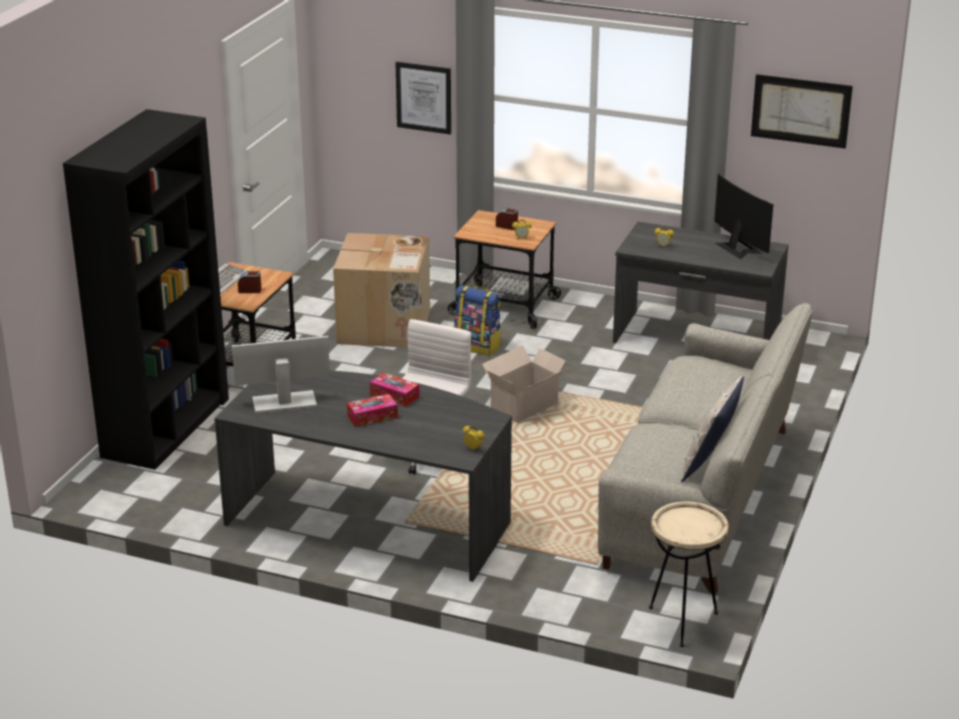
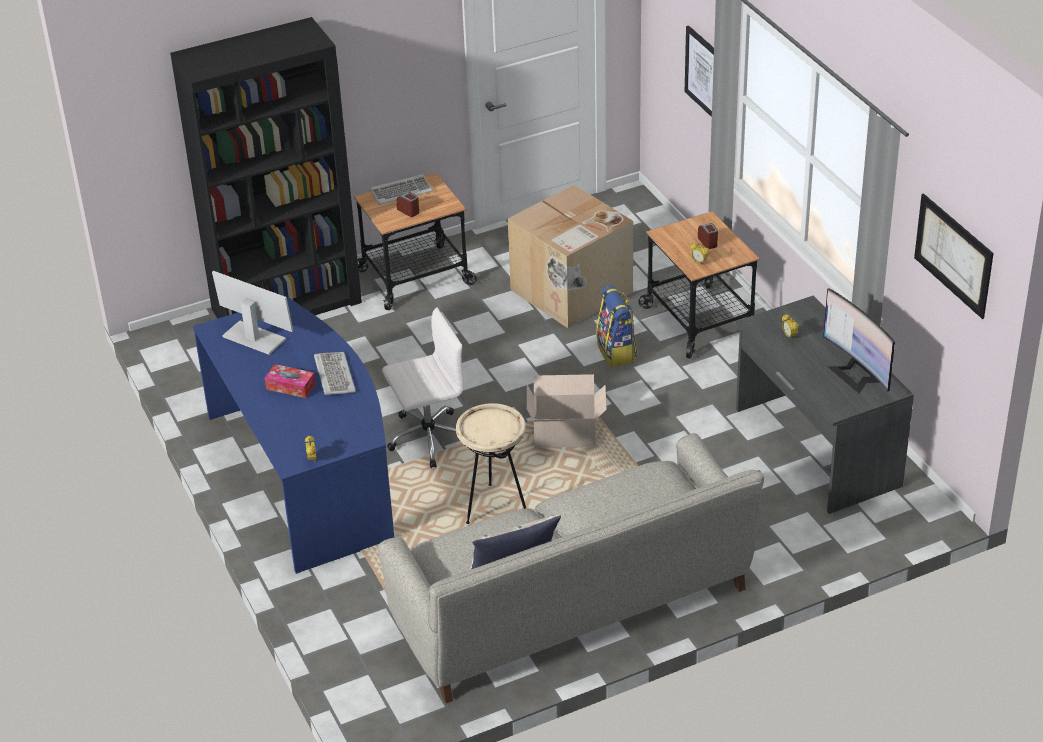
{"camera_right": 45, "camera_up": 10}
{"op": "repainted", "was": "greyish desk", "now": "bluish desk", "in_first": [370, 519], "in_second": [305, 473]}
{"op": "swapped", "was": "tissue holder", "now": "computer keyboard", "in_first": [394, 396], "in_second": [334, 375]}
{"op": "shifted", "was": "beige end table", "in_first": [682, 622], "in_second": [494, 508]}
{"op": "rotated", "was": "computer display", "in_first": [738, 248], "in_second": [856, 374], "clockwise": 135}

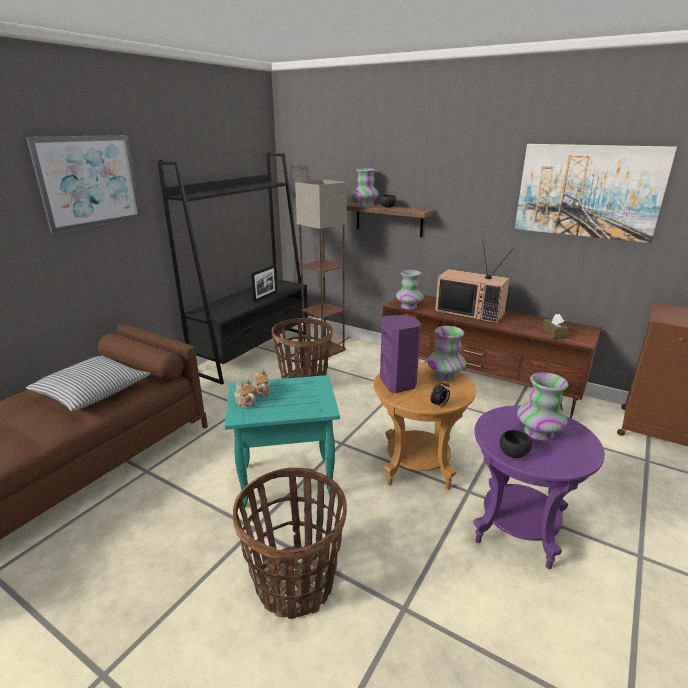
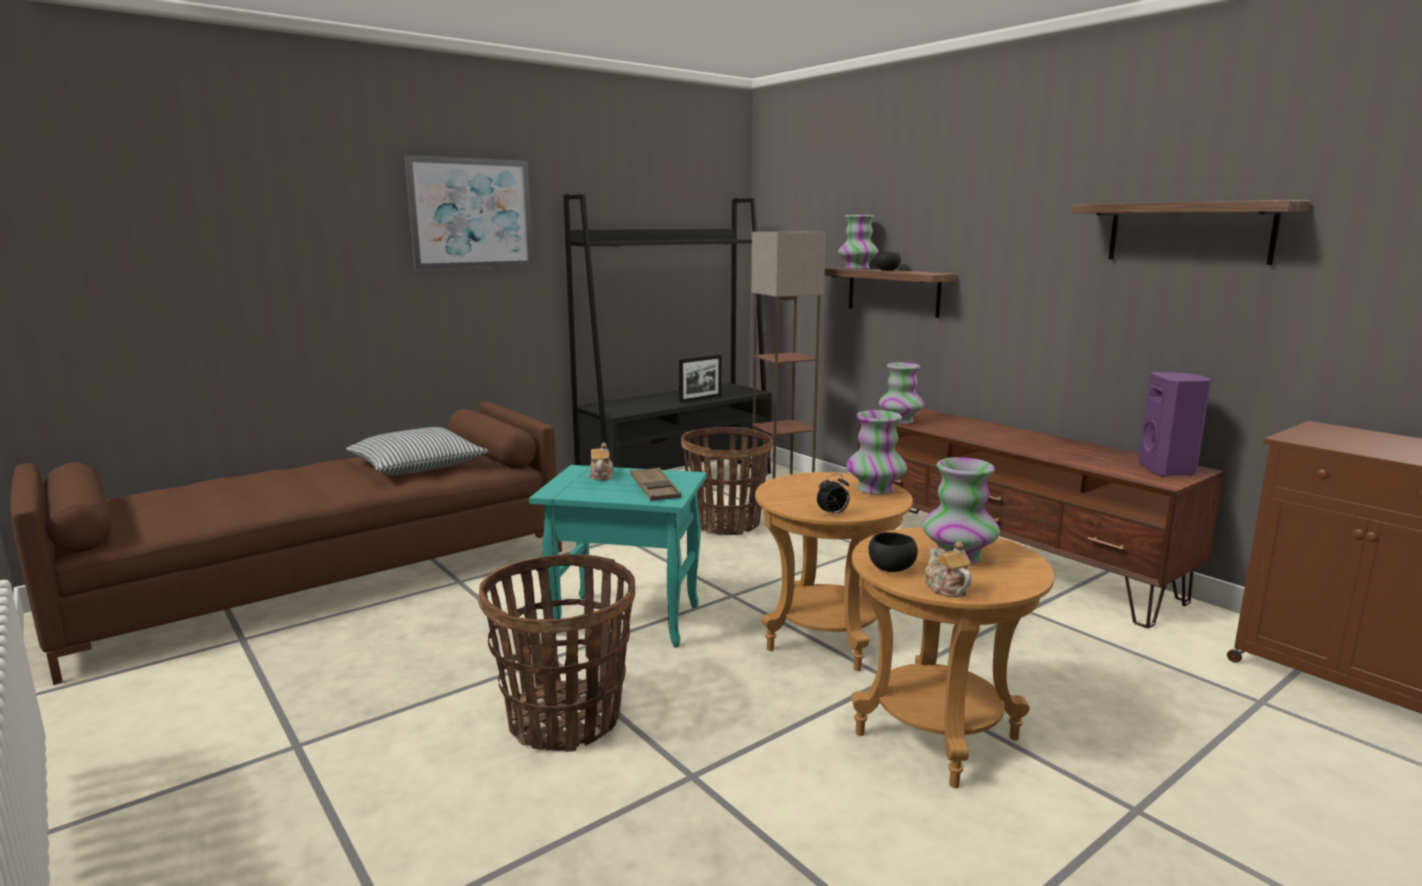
{"camera_right": 20, "camera_up": -10}
{"op": "shifted", "was": "teapot", "in_first": [245, 402], "in_second": [945, 588]}
{"op": "shifted", "was": "purple audio speaker", "in_first": [399, 384], "in_second": [1168, 471]}
{"op": "gone", "was": "TV", "in_first": [471, 312]}
{"op": "repainted", "was": "purple end table", "now": "brown end table", "in_first": [518, 530], "in_second": [936, 735]}
{"op": "swapped", "was": "wall art", "now": "bracket shelf", "in_first": [588, 191], "in_second": [1189, 232]}
{"op": "gone", "was": "brown tissue holder", "in_first": [554, 333]}
{"op": "new", "now": "brown serving tray", "in_second": [655, 489]}

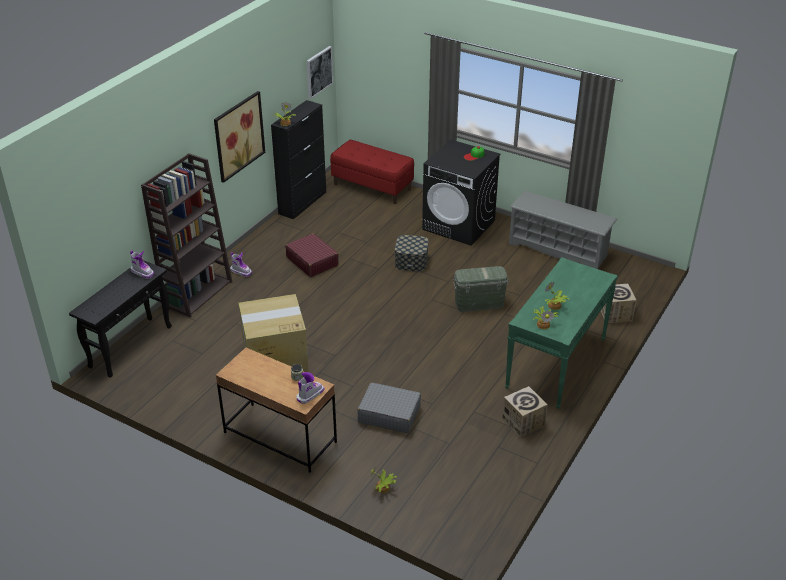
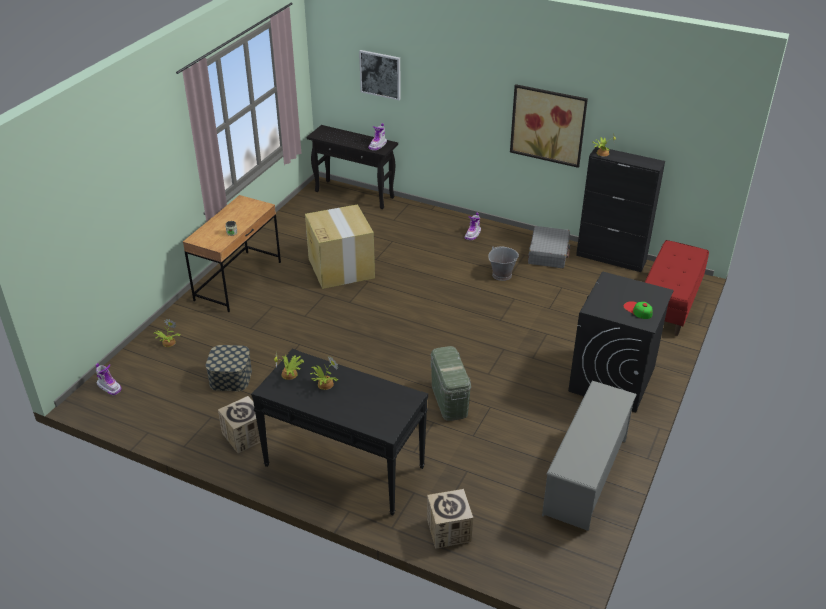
{"camera_right": 85, "camera_up": 0}
{"op": "gone", "was": "brown shelving unit", "in_first": [197, 293]}
{"op": "swapped", "was": "reddish suitcase", "now": "greyish water bucket", "in_first": [312, 261], "in_second": [501, 274]}
{"op": "shifted", "was": "boot", "in_first": [309, 395], "in_second": [109, 387]}
{"op": "shifted", "was": "wall art", "in_first": [318, 72], "in_second": [380, 74]}
{"op": "shifted", "was": "greyish suitcase", "in_first": [389, 414], "in_second": [548, 253]}
{"op": "shifted", "was": "storage container", "in_first": [411, 261], "in_second": [230, 377]}
{"op": "repainted", "was": "greenish narrow table", "now": "black-coloured narrow table", "in_first": [556, 363], "in_second": [343, 466]}

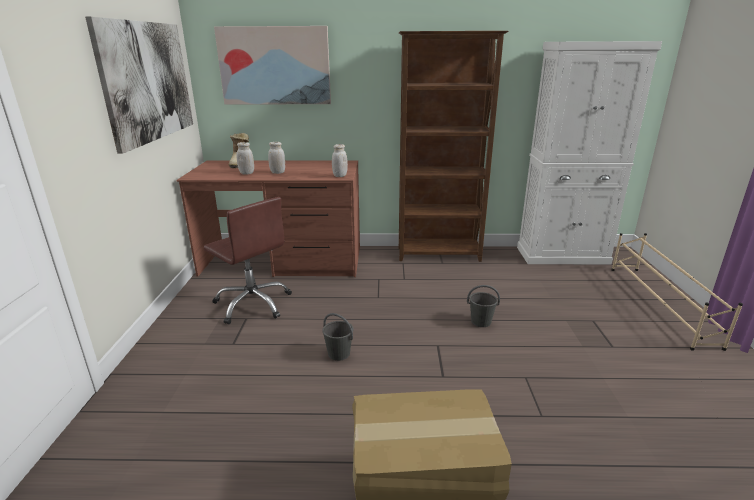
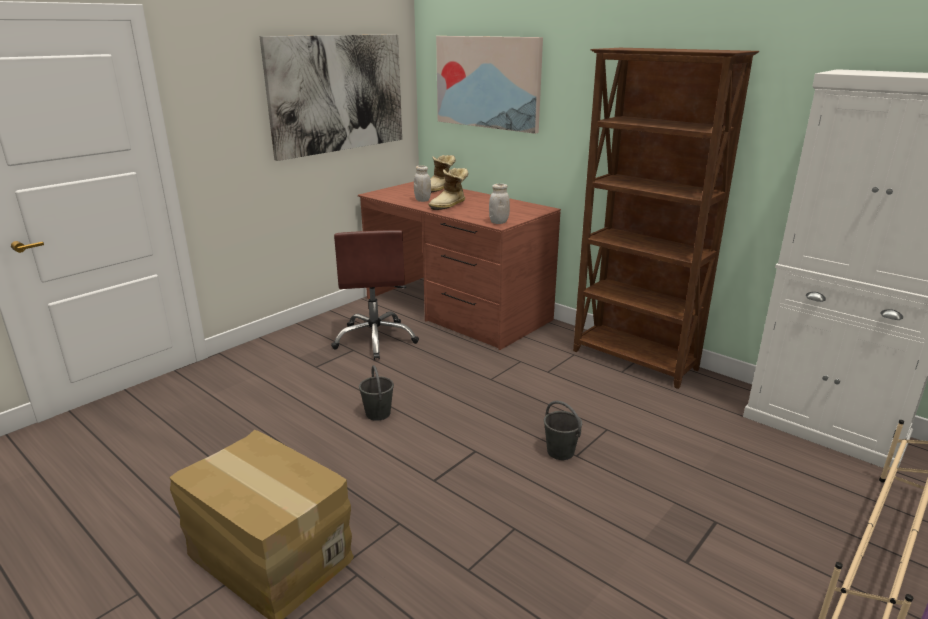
{"camera_right": 40, "camera_up": 0}
{"op": "swapped", "was": "white storage jar", "now": "boot", "in_first": [277, 172], "in_second": [449, 205]}

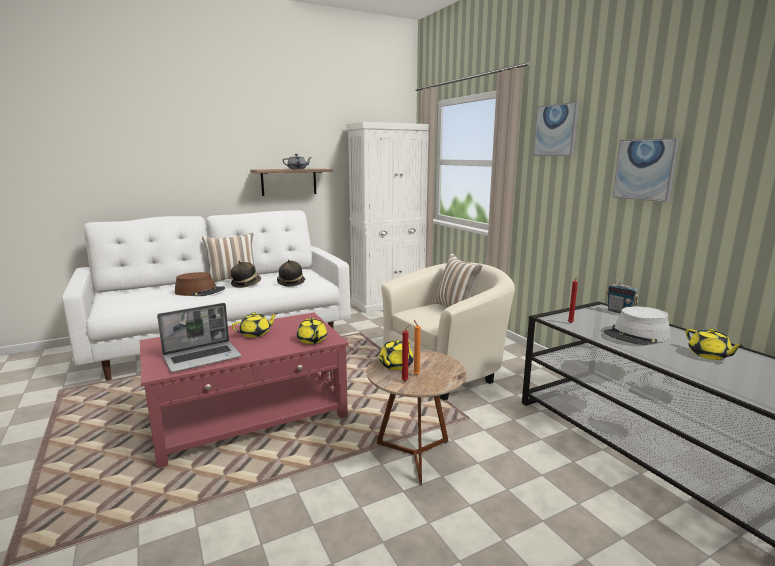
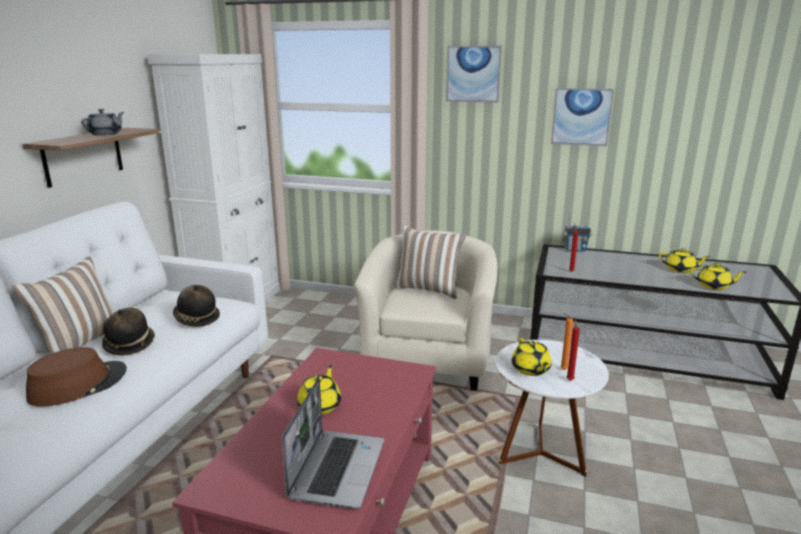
{"camera_right": -45, "camera_up": 5}
{"op": "shifted", "was": "yellowish teapot", "in_first": [312, 340], "in_second": [714, 286]}
{"op": "repainted", "was": "brown end table", "now": "white end table", "in_first": [414, 456], "in_second": [541, 455]}
{"op": "gone", "was": "greyish wearable hat", "in_first": [636, 335]}

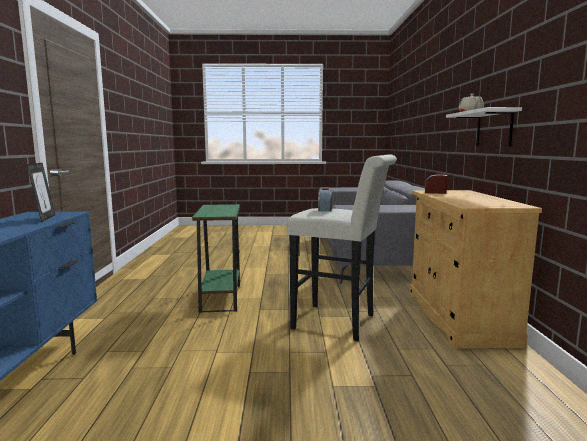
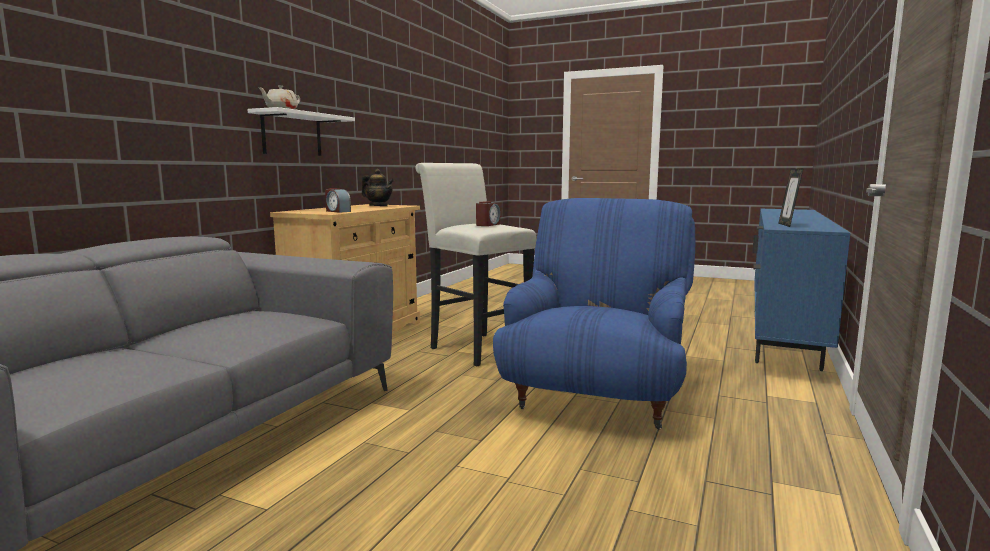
{"camera_right": -155, "camera_up": 0}
{"op": "swapped", "was": "greenish end table", "now": "bluish armchair", "in_first": [221, 298], "in_second": [596, 397]}
{"op": "new", "now": "teapot", "in_second": [378, 206]}

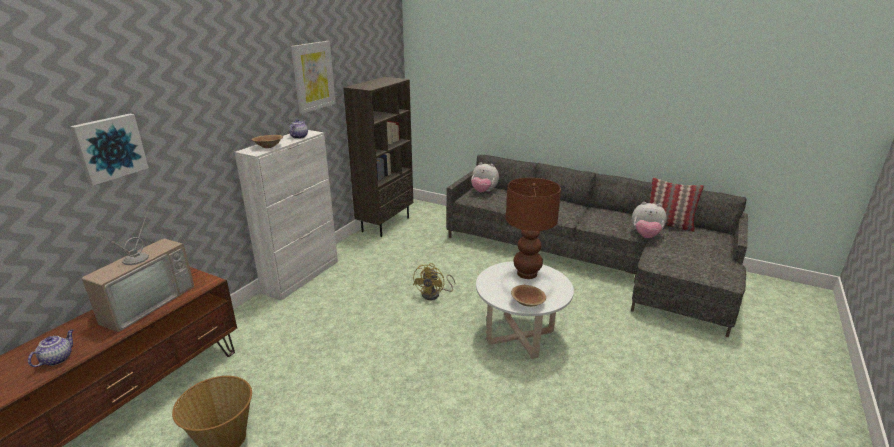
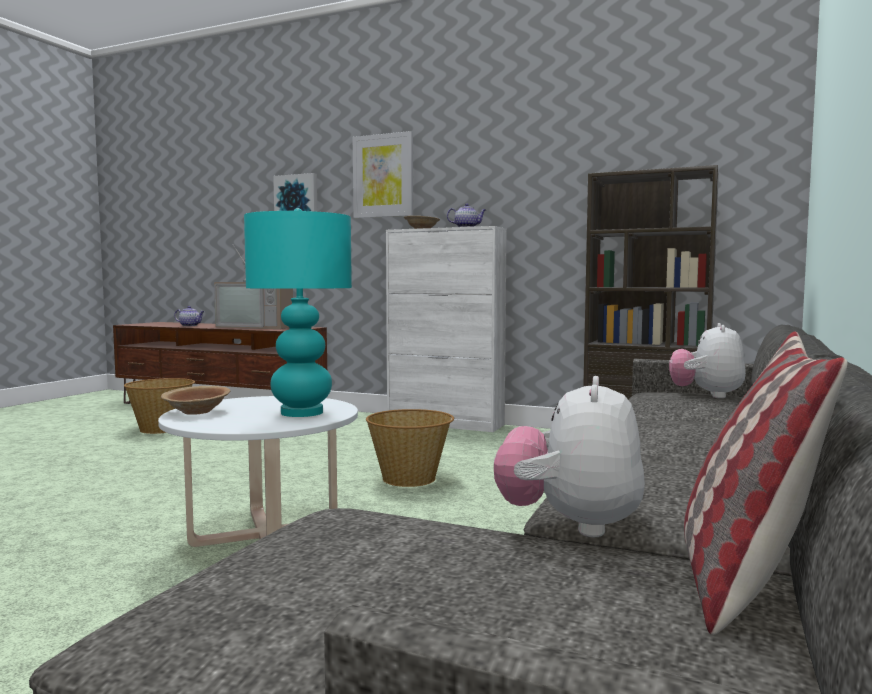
{"camera_right": 85, "camera_up": -20}
{"op": "shifted", "was": "wall art", "in_first": [313, 76], "in_second": [383, 176]}
{"op": "swapped", "was": "yellowish cooling fan", "now": "household basket", "in_first": [434, 294], "in_second": [410, 478]}
{"op": "repainted", "was": "brown lamp for a table", "now": "blue-green lamp for a table", "in_first": [527, 274], "in_second": [301, 413]}

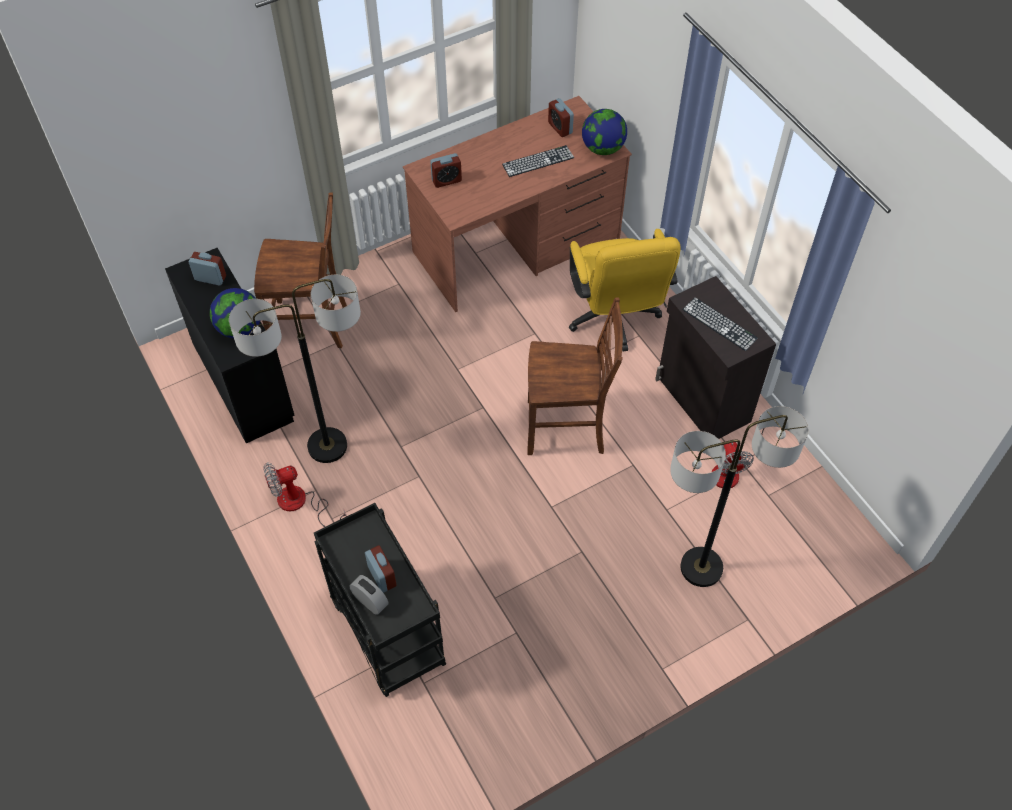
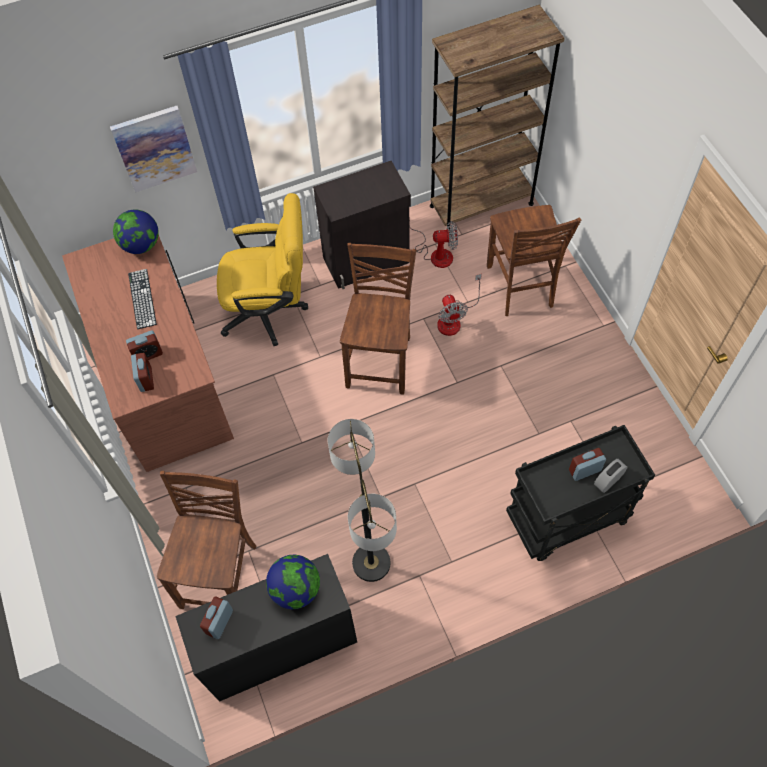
{"camera_right": -80, "camera_up": 5}
{"op": "shifted", "was": "cooling fan", "in_first": [300, 503], "in_second": [454, 319]}
{"op": "shifted", "was": "bedside clock", "in_first": [560, 128], "in_second": [148, 354]}
{"op": "swapped", "was": "standing lamp", "now": "brown upright chair", "in_first": [701, 567], "in_second": [520, 287]}
{"op": "gone", "was": "computer keyboard", "in_first": [719, 324]}
{"op": "new", "now": "wall art", "in_second": [154, 148]}
{"op": "new", "now": "brown shelving unit", "in_second": [481, 204]}

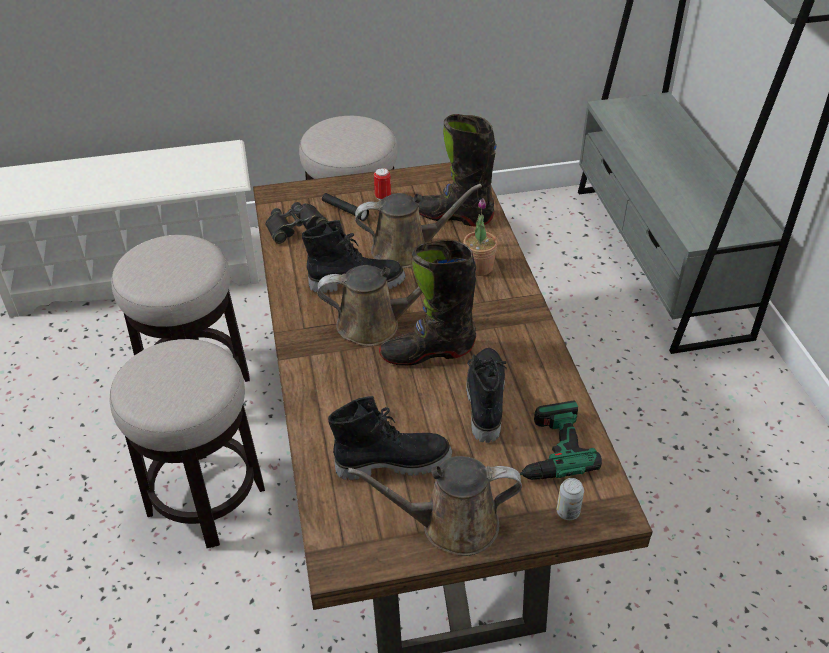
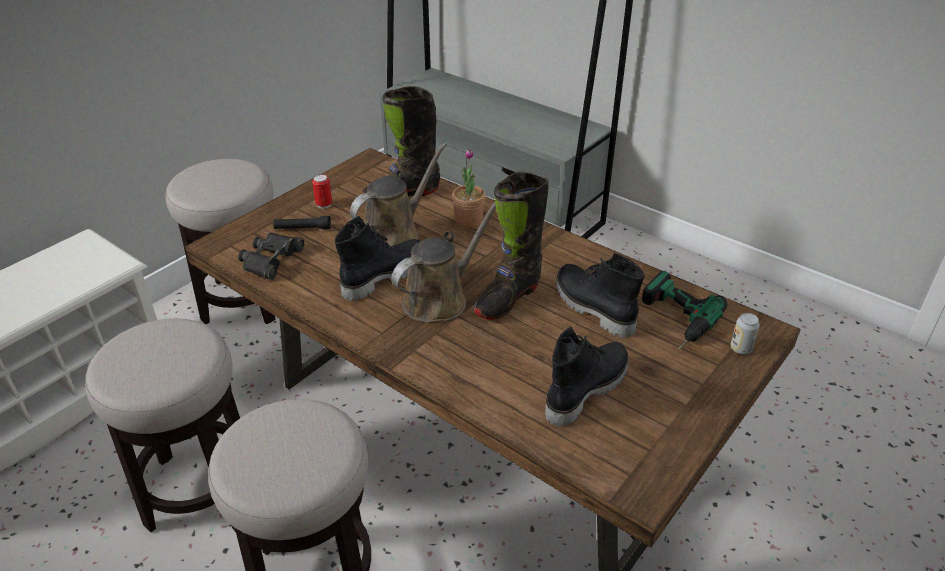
{"camera_right": -40, "camera_up": -5}
{"op": "gone", "was": "brown sprinkling can", "in_first": [451, 525]}

